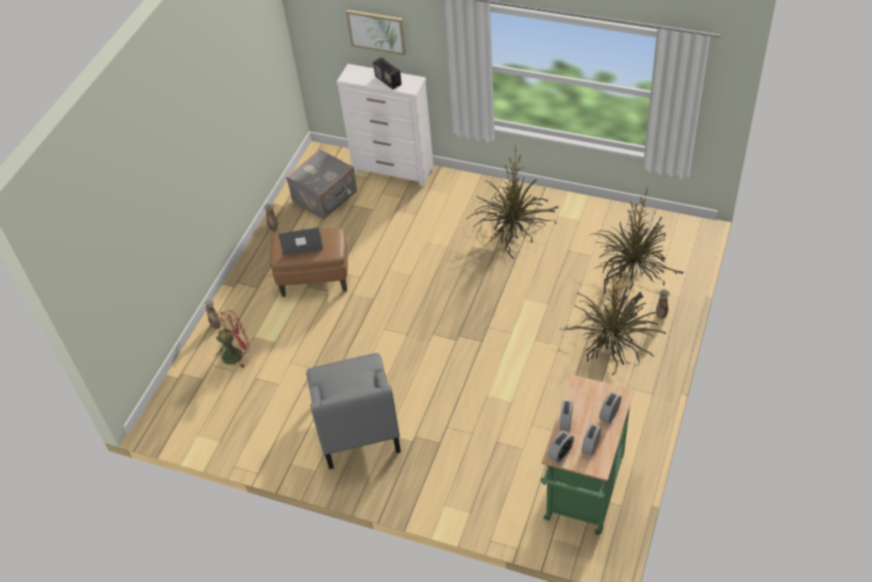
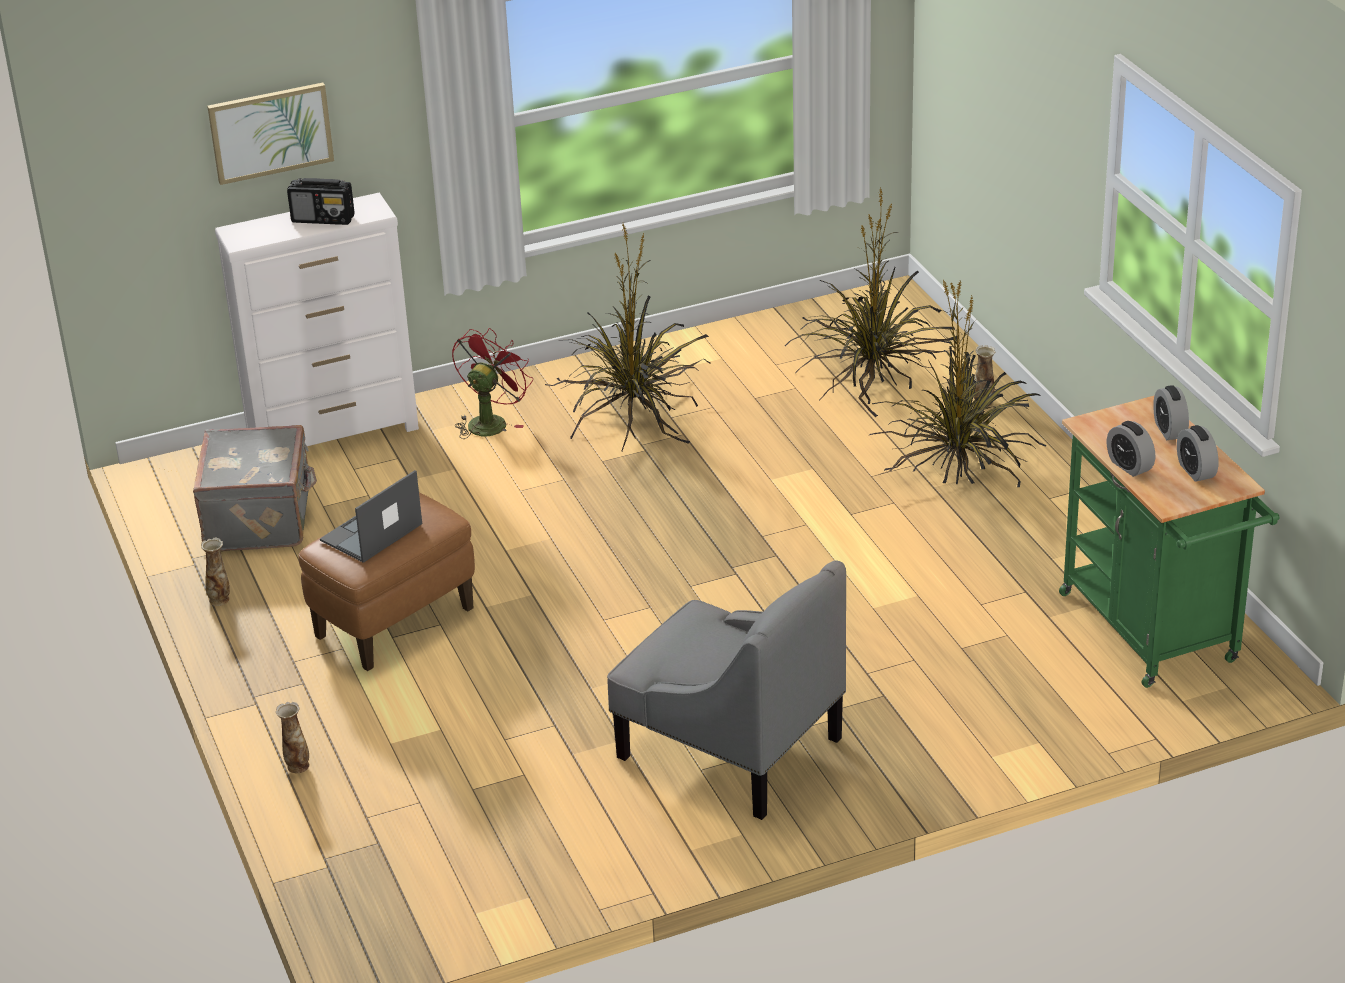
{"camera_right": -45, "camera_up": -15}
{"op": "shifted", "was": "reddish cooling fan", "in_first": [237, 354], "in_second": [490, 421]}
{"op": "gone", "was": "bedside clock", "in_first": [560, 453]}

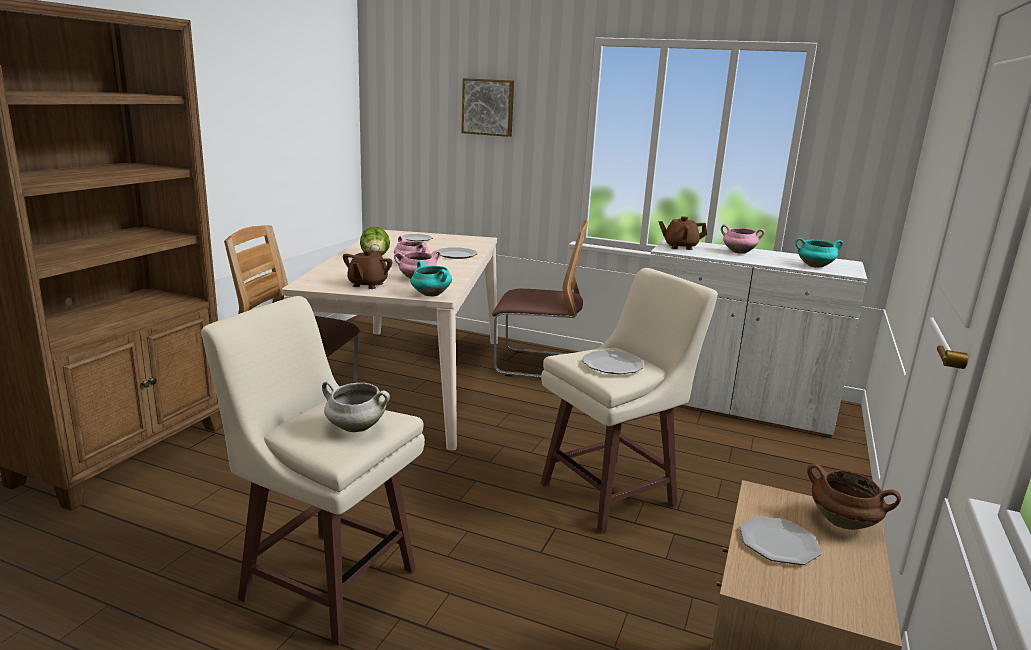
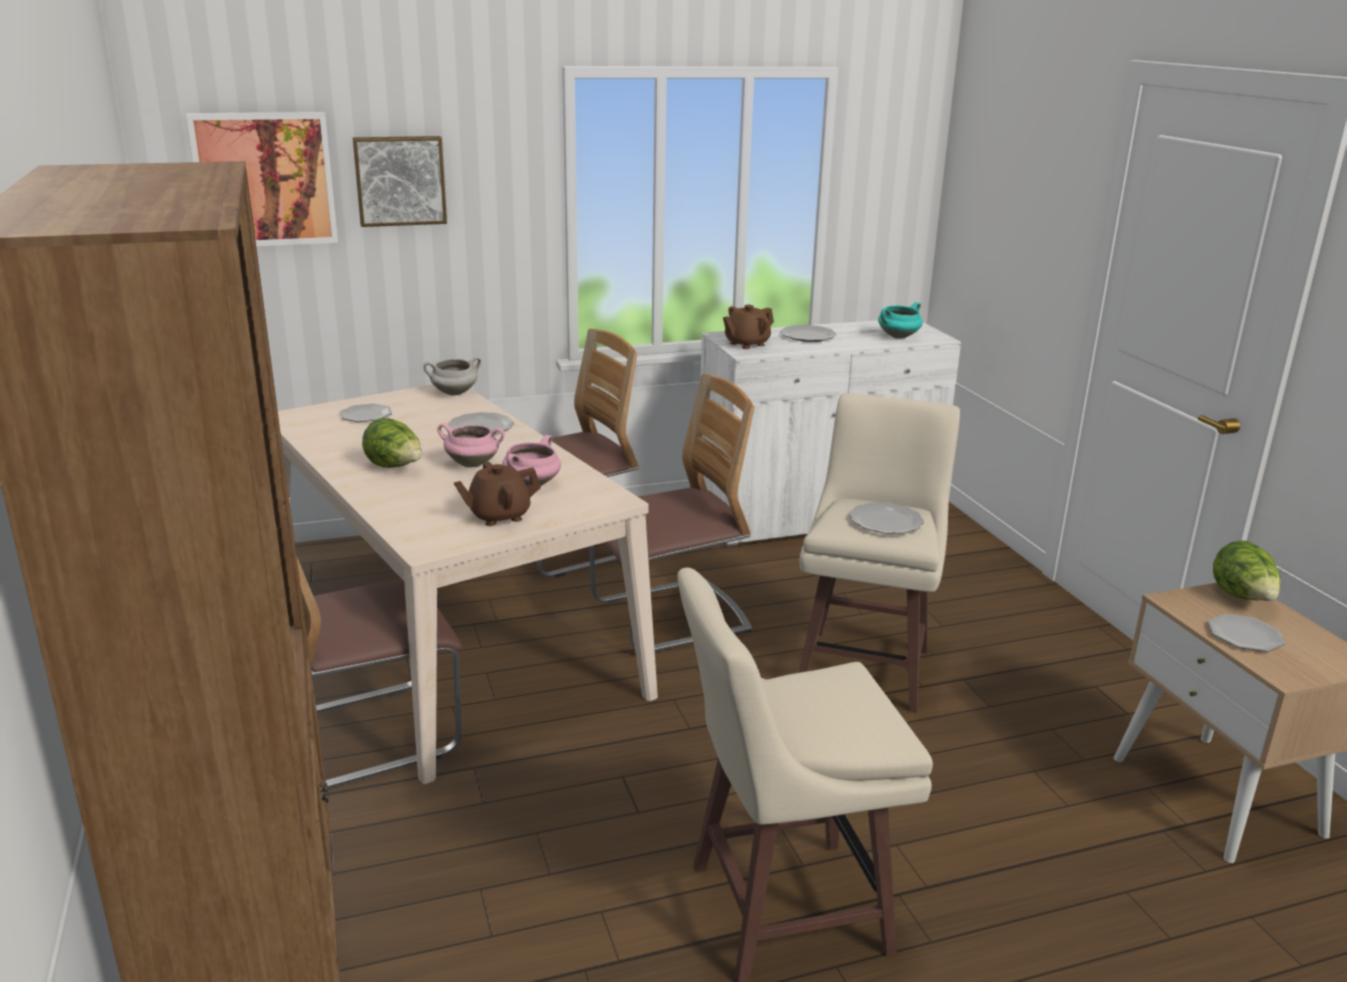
{"camera_right": -40, "camera_up": 5}
{"op": "shifted", "was": "white cooking pot", "in_first": [354, 428], "in_second": [454, 393]}
{"op": "rotated", "was": "brown teapot", "in_first": [367, 285], "in_second": [499, 516], "clockwise": 90}
{"op": "gone", "was": "blue-green cooking pot", "in_first": [430, 295]}
{"op": "swapped", "was": "pink cooking pot", "now": "flat dish", "in_first": [738, 252], "in_second": [807, 336]}
{"op": "swapped", "was": "brown cooking pot", "now": "lettuce head", "in_first": [844, 522], "in_second": [1242, 598]}
{"op": "new", "now": "wall art", "in_second": [265, 179]}
{"op": "new", "now": "upright chair", "in_second": [670, 617]}

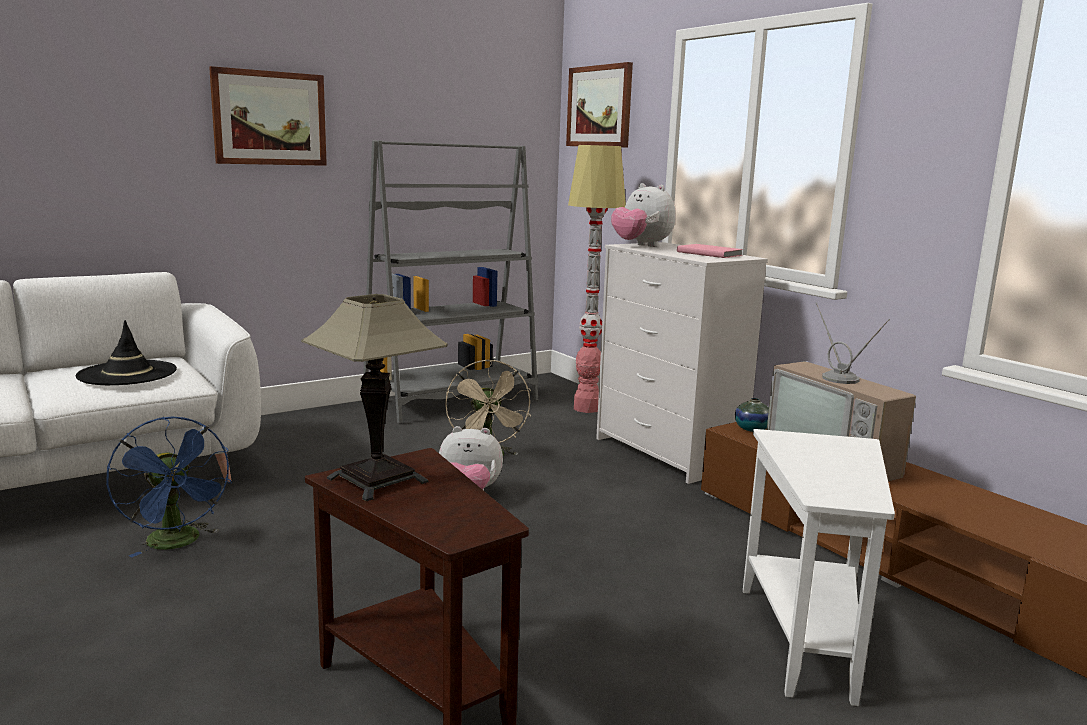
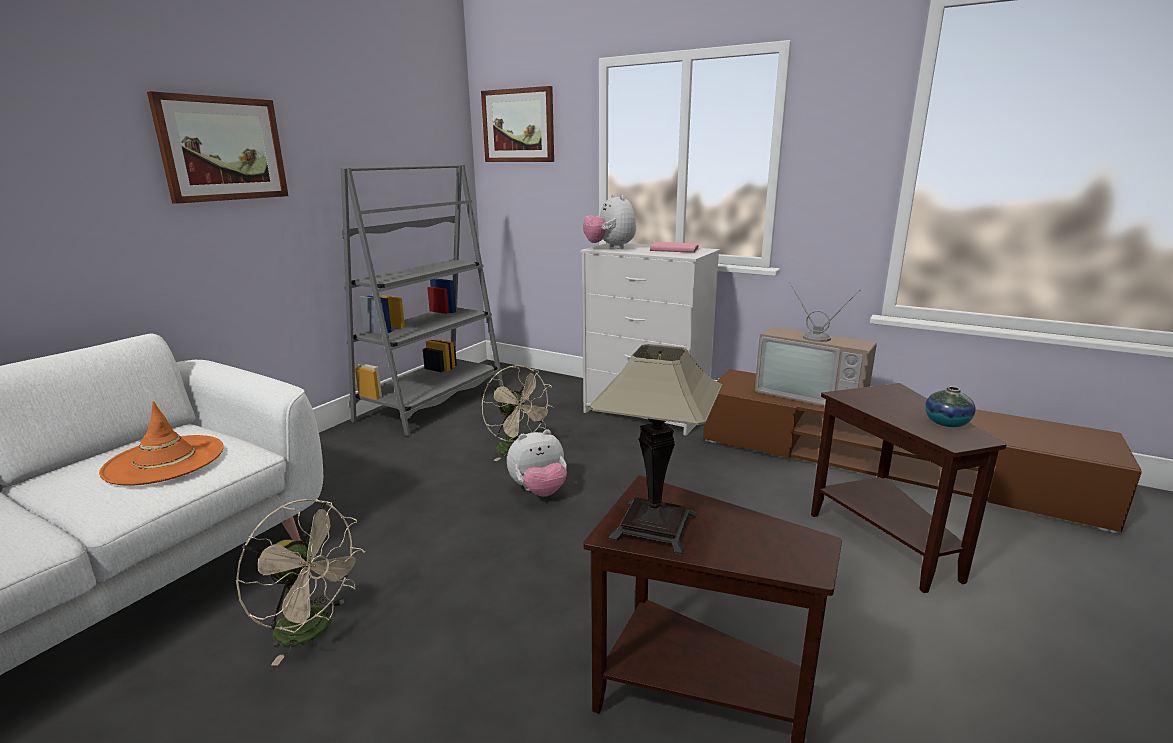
{"camera_right": -25, "camera_up": 5}
{"op": "repainted", "was": "black-coloured wearable hat", "now": "orangey wearable hat", "in_first": [127, 373], "in_second": [164, 460]}
{"op": "repainted", "was": "bluish cooling fan", "now": "beige cooling fan", "in_first": [178, 543], "in_second": [313, 630]}
{"op": "gone", "was": "standing lamp", "in_first": [587, 408]}
{"op": "rotated", "was": "soft toy", "in_first": [641, 246], "in_second": [610, 248], "clockwise": 45}
{"op": "shifted", "was": "decorative vase", "in_first": [752, 429], "in_second": [946, 423]}
{"op": "repainted", "was": "white end table", "now": "brown end table", "in_first": [806, 637], "in_second": [884, 540]}

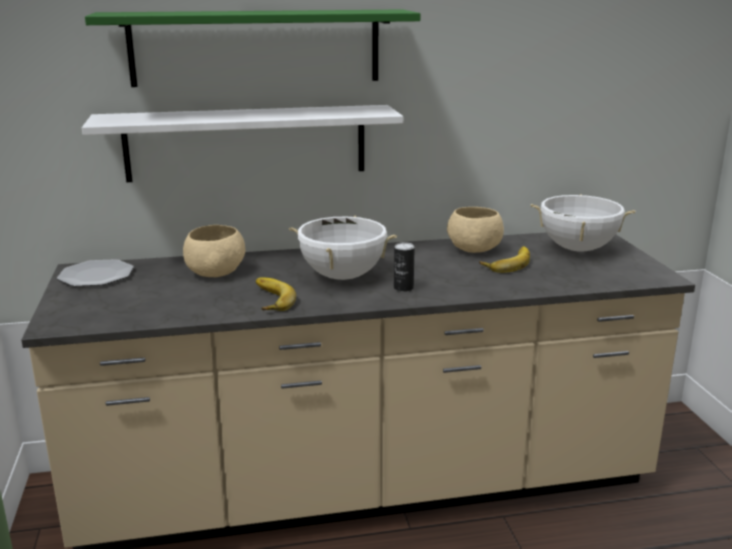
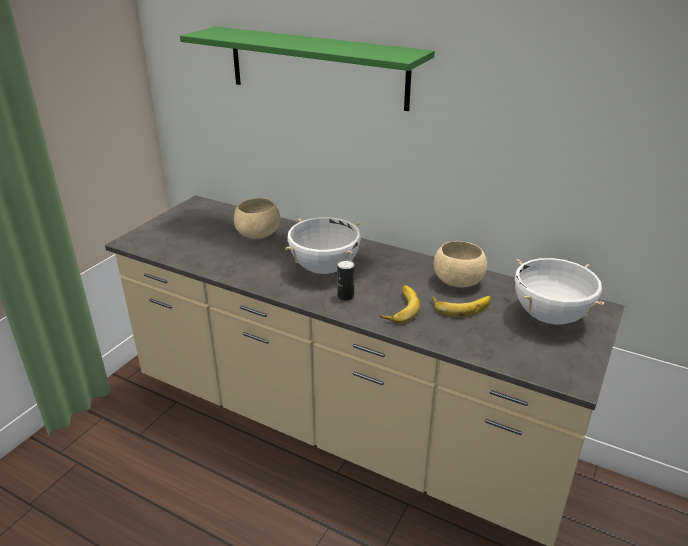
{"camera_right": 40, "camera_up": 10}
{"op": "gone", "was": "flat dish", "in_first": [96, 275]}
{"op": "gone", "was": "white bracket shelf", "in_first": [246, 143]}
{"op": "shifted", "was": "banana fruit", "in_first": [268, 300], "in_second": [399, 307]}

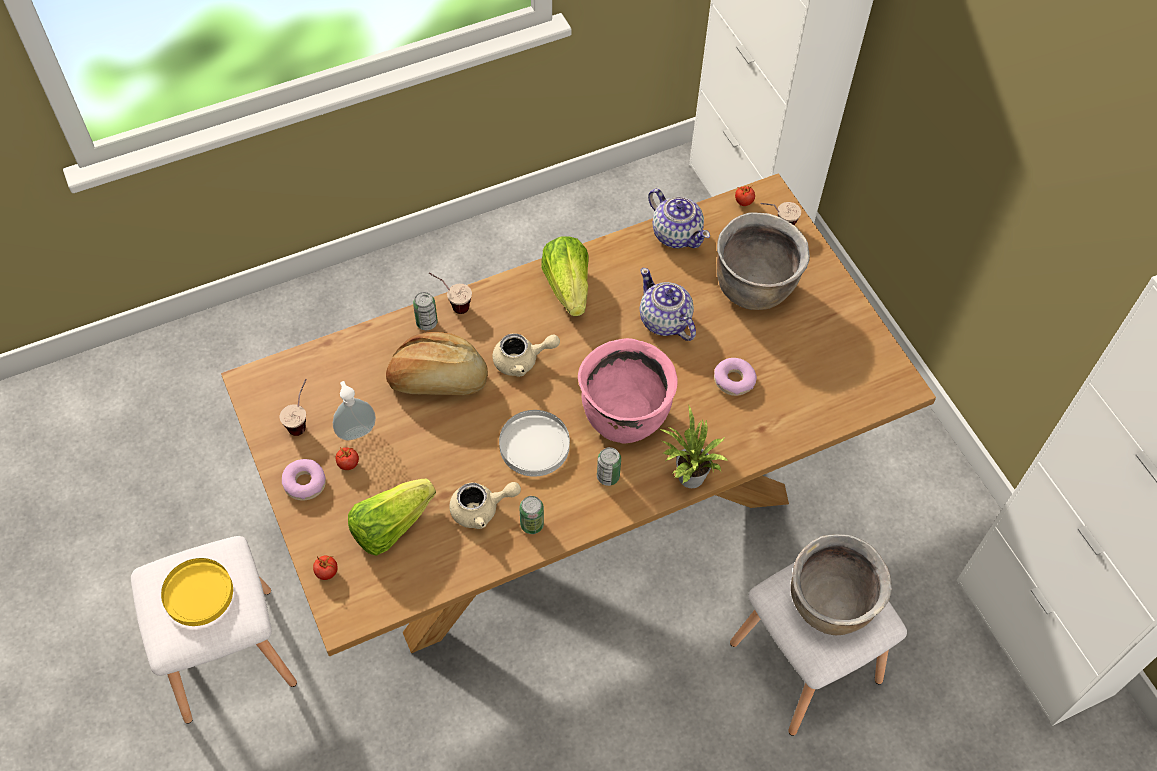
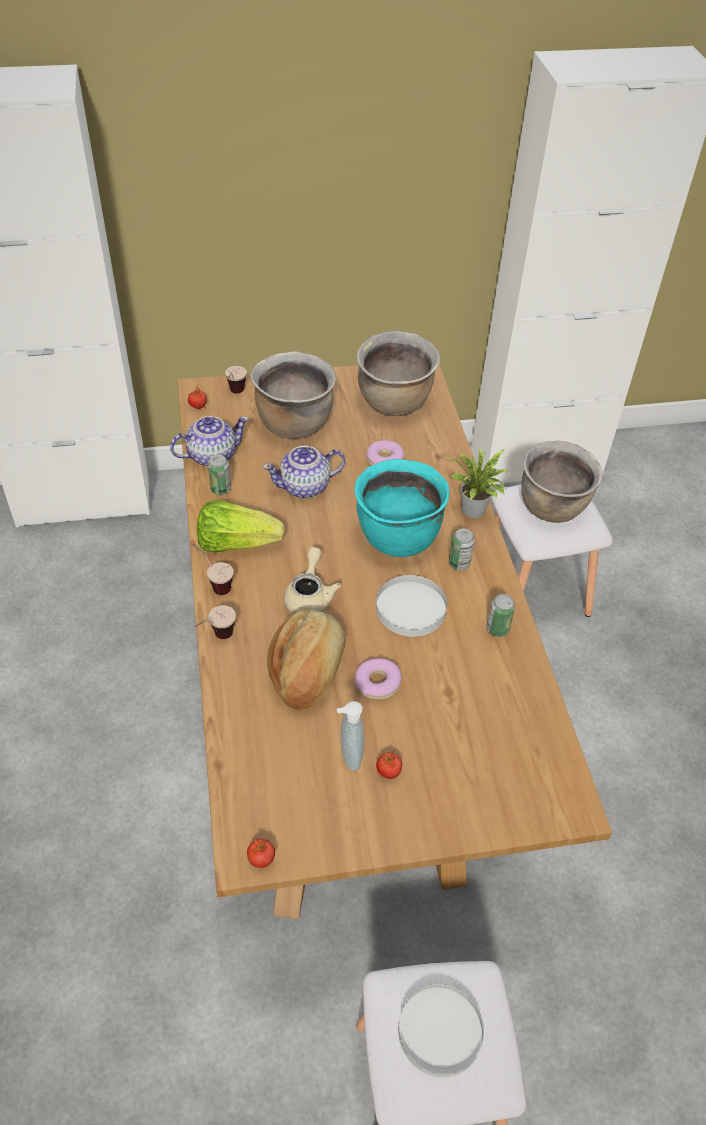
{"camera_right": -75, "camera_up": -10}
{"op": "repainted", "was": "yellowish flat dish", "now": "white flat dish", "in_first": [199, 593], "in_second": [439, 1030]}
{"op": "shifted", "was": "small cup", "in_first": [302, 420], "in_second": [214, 584]}
{"op": "shifted", "was": "donut", "in_first": [305, 483], "in_second": [377, 683]}
{"op": "shifted", "was": "whole tomato", "in_first": [327, 572], "in_second": [261, 858]}
{"op": "gone", "was": "lettuce head", "in_first": [391, 525]}
{"op": "shifted", "was": "metal can", "in_first": [426, 323], "in_second": [220, 489]}
{"op": "gone", "was": "beige teapot", "in_first": [481, 509]}
{"op": "repainted", "was": "pink cooking pot", "now": "blue-green cooking pot", "in_first": [624, 415], "in_second": [397, 537]}
{"op": "new", "now": "brown cooking pot", "in_second": [394, 403]}

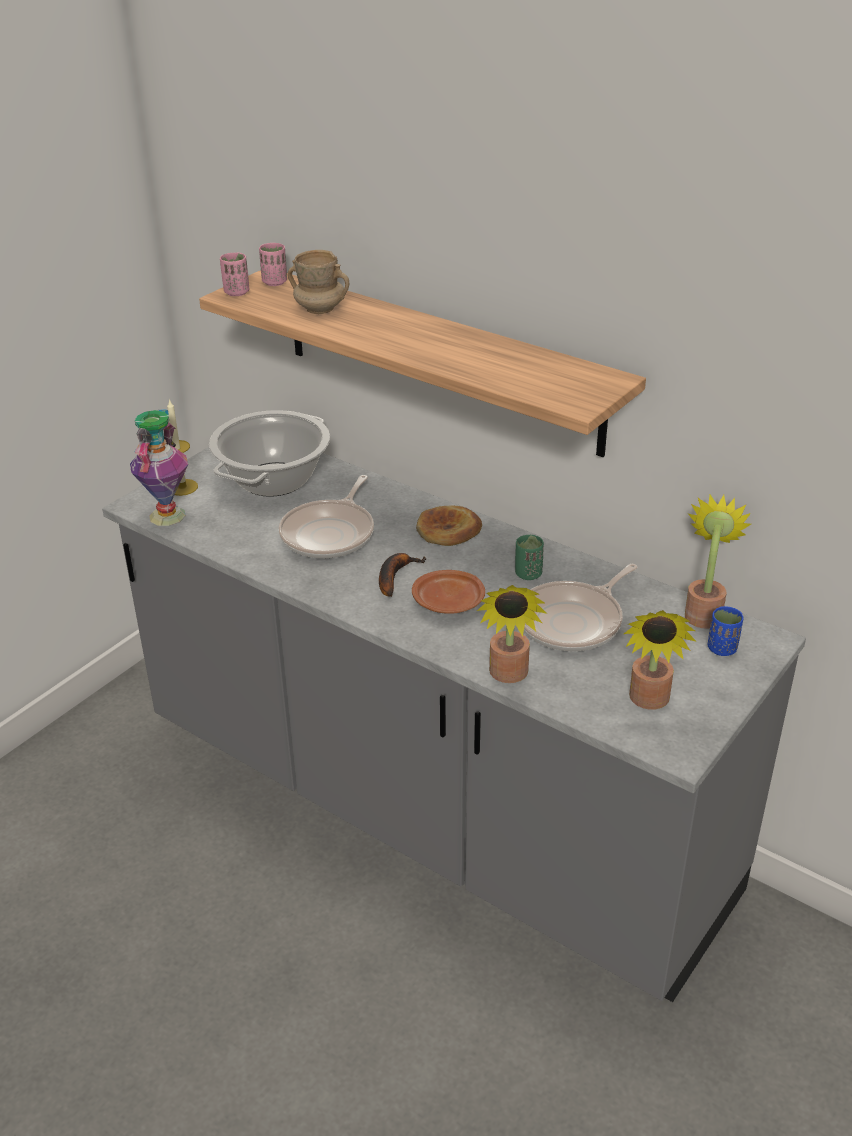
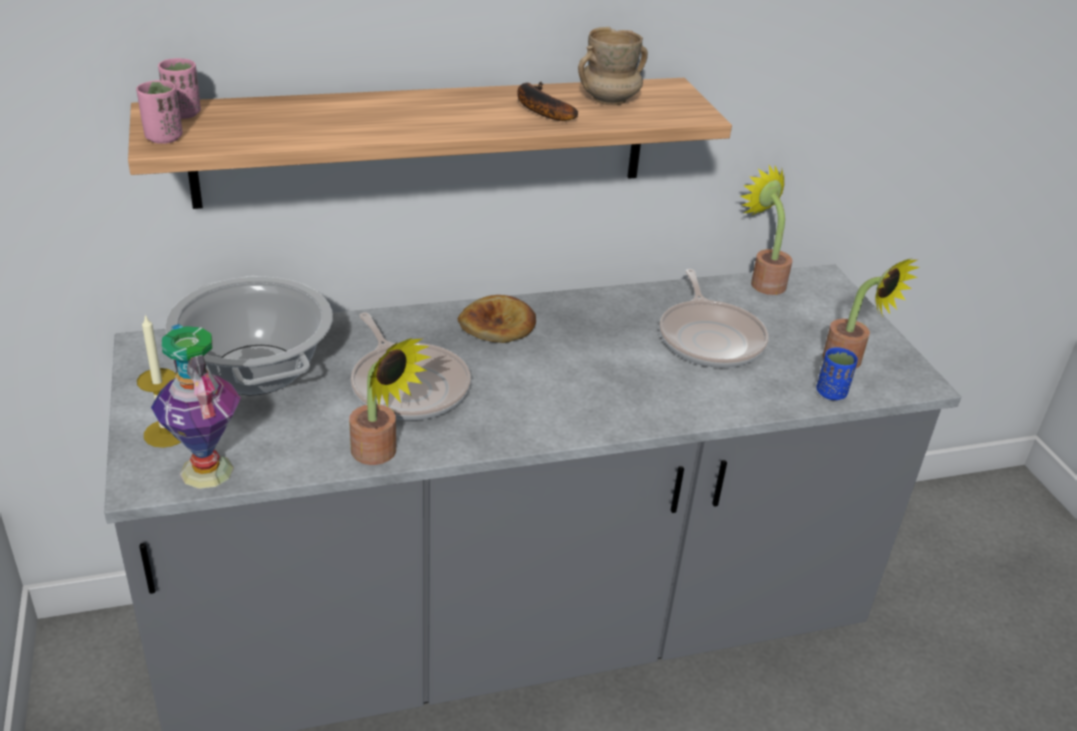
{"camera_right": -55, "camera_up": 0}
{"op": "shifted", "was": "beige coffee mug", "in_first": [320, 309], "in_second": [609, 99]}
{"op": "shifted", "was": "banana fruit", "in_first": [395, 576], "in_second": [539, 108]}
{"op": "gone", "was": "brown flat dish", "in_first": [449, 603]}
{"op": "shifted", "was": "houseplant", "in_first": [508, 676], "in_second": [380, 455]}
{"op": "gone", "was": "greenish small cup", "in_first": [528, 574]}
{"op": "shifted", "was": "bluish small cup", "in_first": [722, 649], "in_second": [831, 393]}

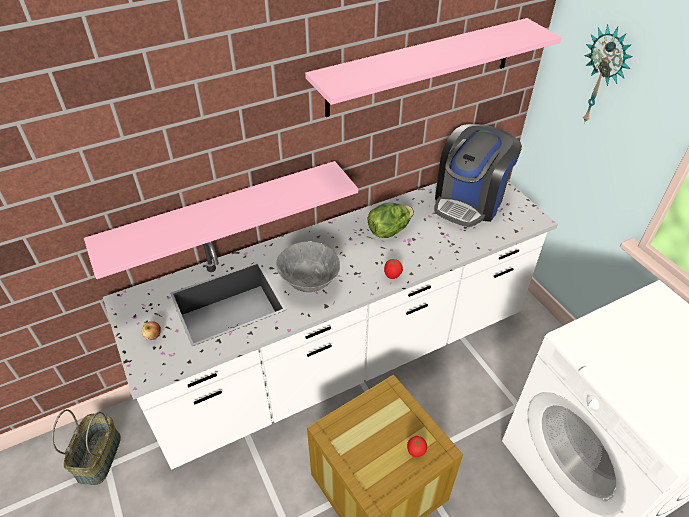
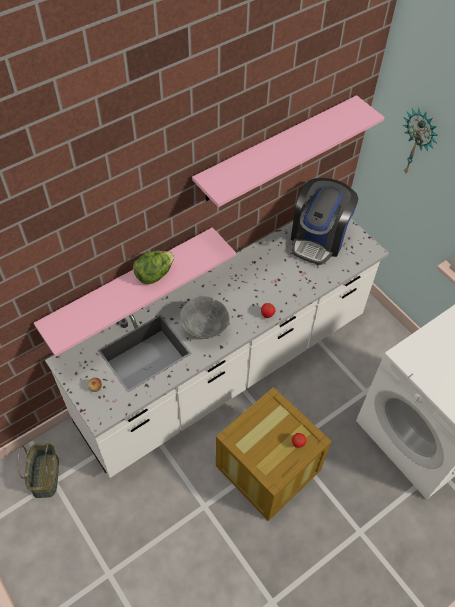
{"camera_right": -10, "camera_up": 10}
{"op": "shifted", "was": "lettuce head", "in_first": [389, 230], "in_second": [154, 274]}

